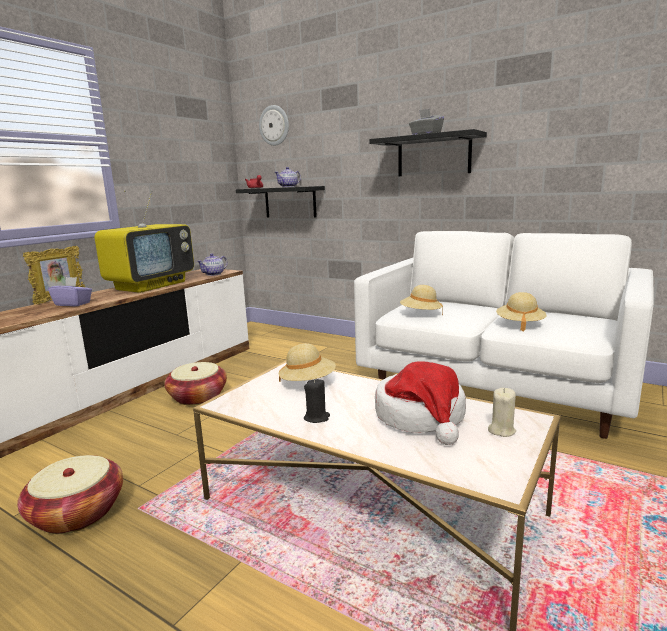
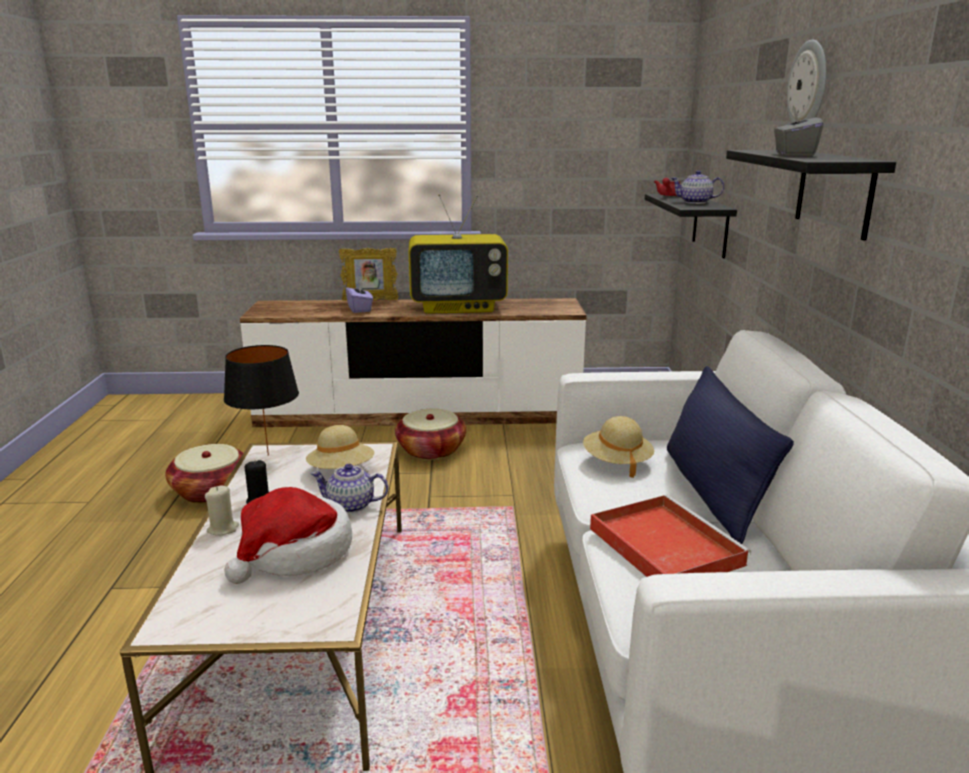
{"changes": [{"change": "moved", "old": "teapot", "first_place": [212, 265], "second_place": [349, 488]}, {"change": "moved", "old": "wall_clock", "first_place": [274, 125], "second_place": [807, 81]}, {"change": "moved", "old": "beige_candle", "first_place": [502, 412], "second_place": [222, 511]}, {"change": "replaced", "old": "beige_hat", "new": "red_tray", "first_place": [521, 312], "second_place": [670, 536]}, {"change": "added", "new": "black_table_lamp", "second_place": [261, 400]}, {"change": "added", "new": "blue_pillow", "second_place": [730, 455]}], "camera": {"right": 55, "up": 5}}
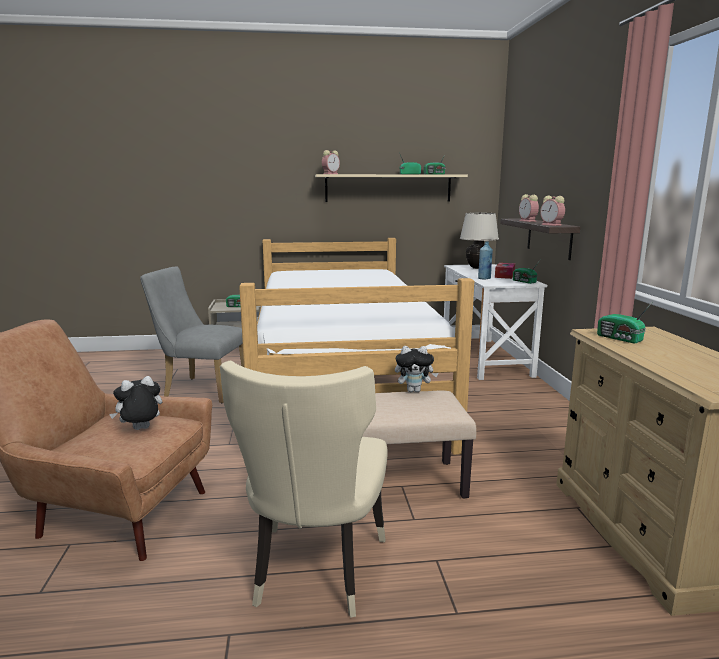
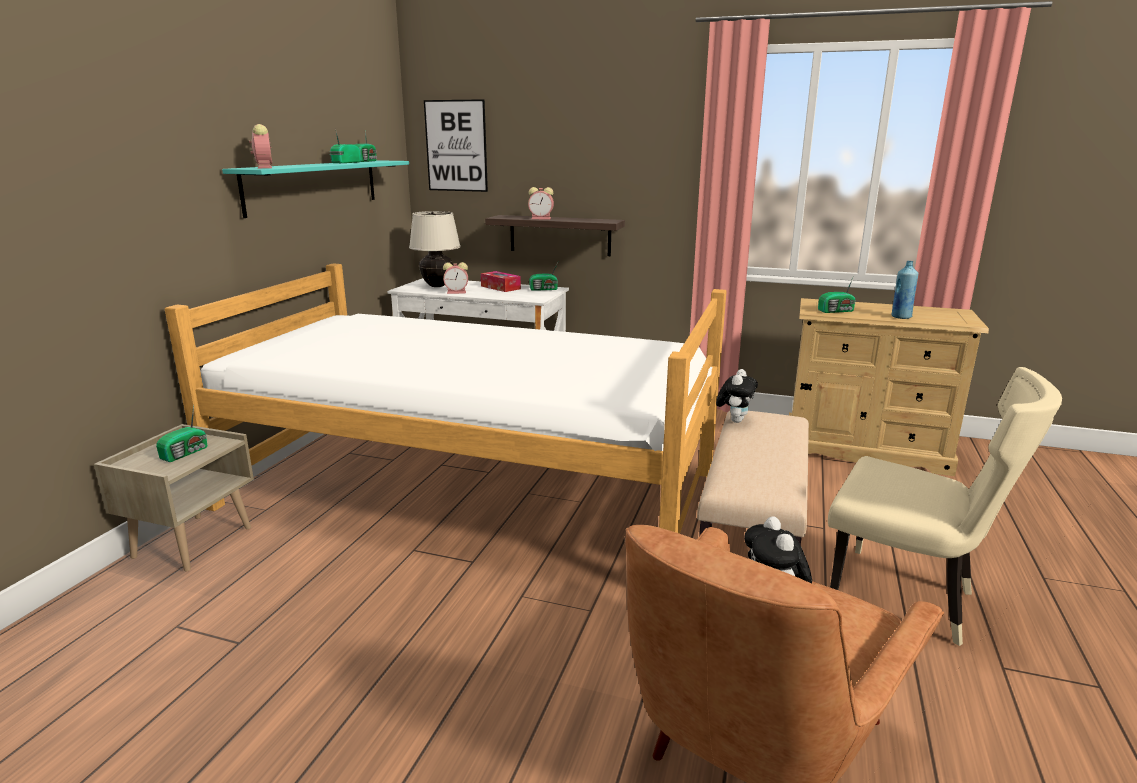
{"changes": [{"change": "removed", "old": "grey_chair", "first_place": [192, 334]}, {"change": "recoloured", "old": "beige_shelf", "new": "turquoise_shelf", "first_place": [391, 188], "second_place": [315, 189]}, {"change": "moved", "old": "blue_bottle", "first_place": [485, 260], "second_place": [905, 290]}, {"change": "moved", "old": "alarm_clock", "first_place": [552, 210], "second_place": [455, 278]}, {"change": "added", "new": "picture", "second_place": [456, 145]}], "camera": {"right": -65, "up": 5}}
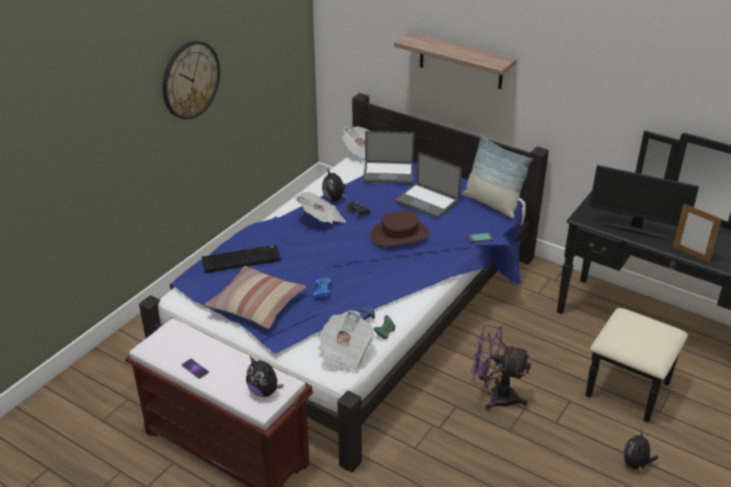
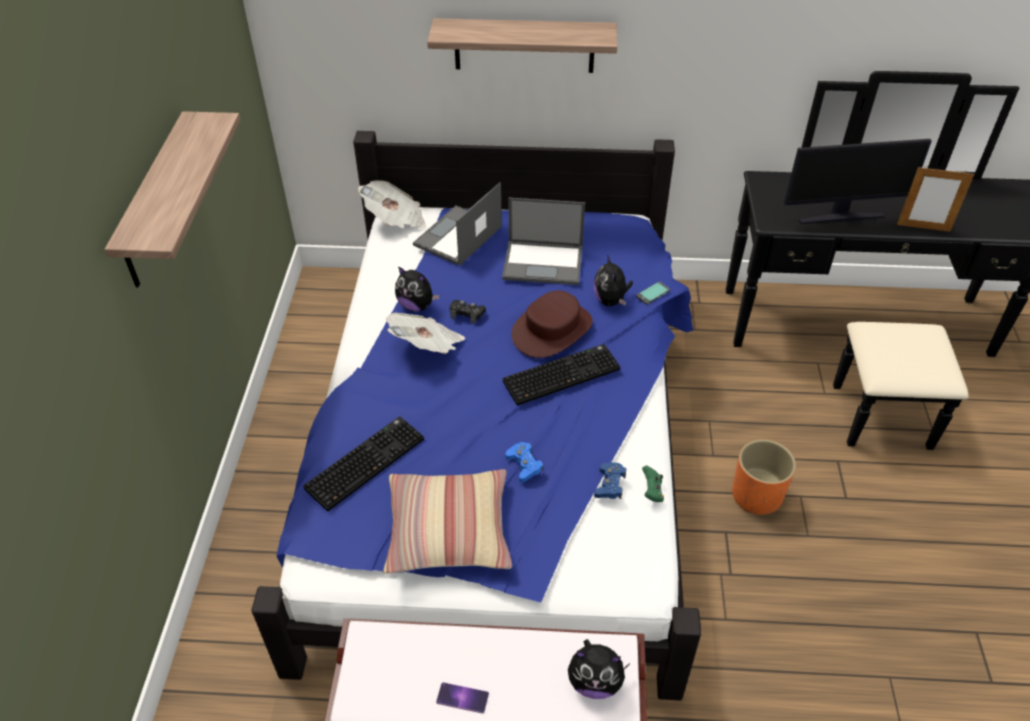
{"changes": [{"change": "replaced", "old": "wall_clock", "new": "shelf", "first_place": [191, 80], "second_place": [172, 199]}, {"change": "removed", "old": "newspaper", "first_place": [346, 341]}, {"change": "turned", "old": "laptop", "first_place": [389, 157], "second_place": [457, 224], "degrees": 150}, {"change": "removed", "old": "pillow", "first_place": [497, 177]}, {"change": "replaced", "old": "purple_fan", "new": "orange_planter", "first_place": [501, 368], "second_place": [764, 477]}, {"change": "moved", "old": "plush_toy", "first_place": [640, 451], "second_place": [613, 280]}, {"change": "added", "new": "keyboard", "second_place": [561, 375]}], "camera": {"right": -30, "up": 10}}
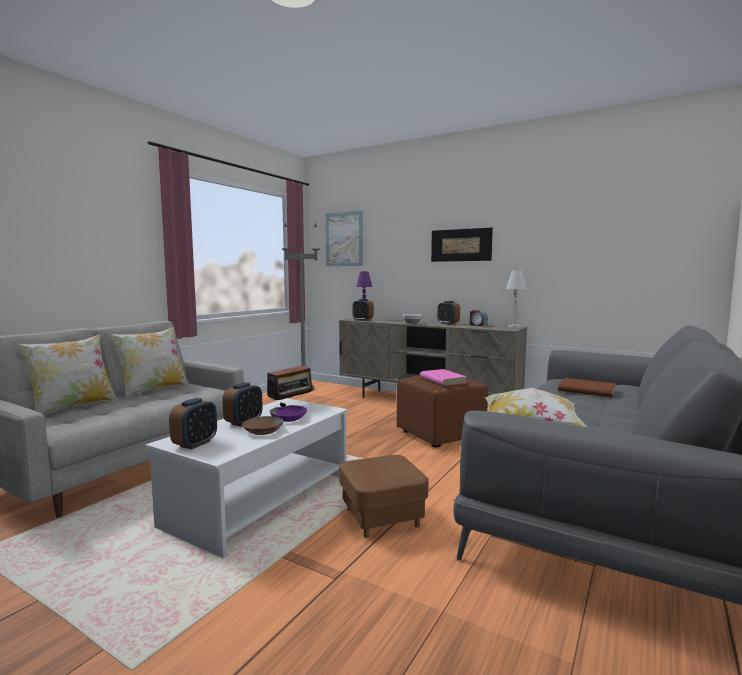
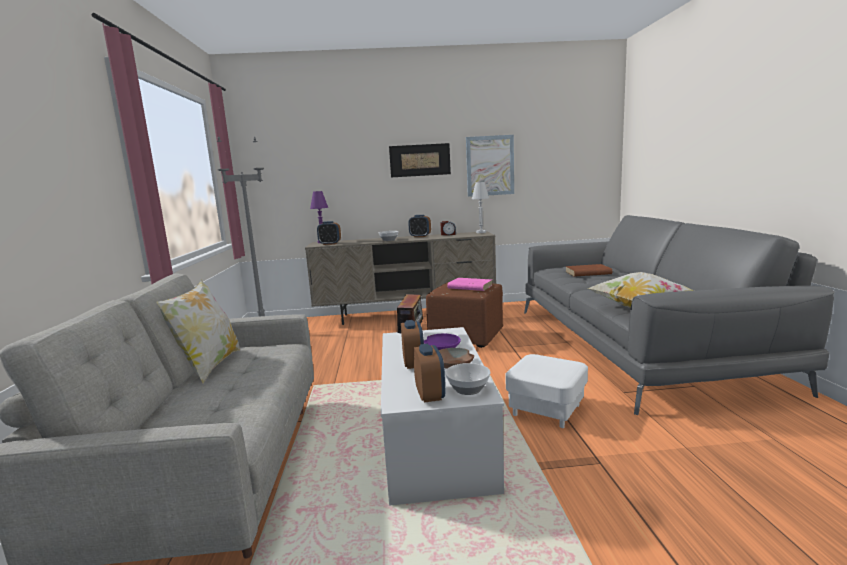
{"changes": [{"change": "removed", "old": "pillow", "first_place": [67, 374]}, {"change": "moved", "old": "picture", "first_place": [344, 238], "second_place": [490, 166]}, {"change": "recoloured", "old": "brown_ottoman", "new": "white_ottoman", "first_place": [384, 496], "second_place": [546, 391]}, {"change": "added", "new": "bowl", "second_place": [468, 379]}], "camera": {"right": -35, "up": 5}}
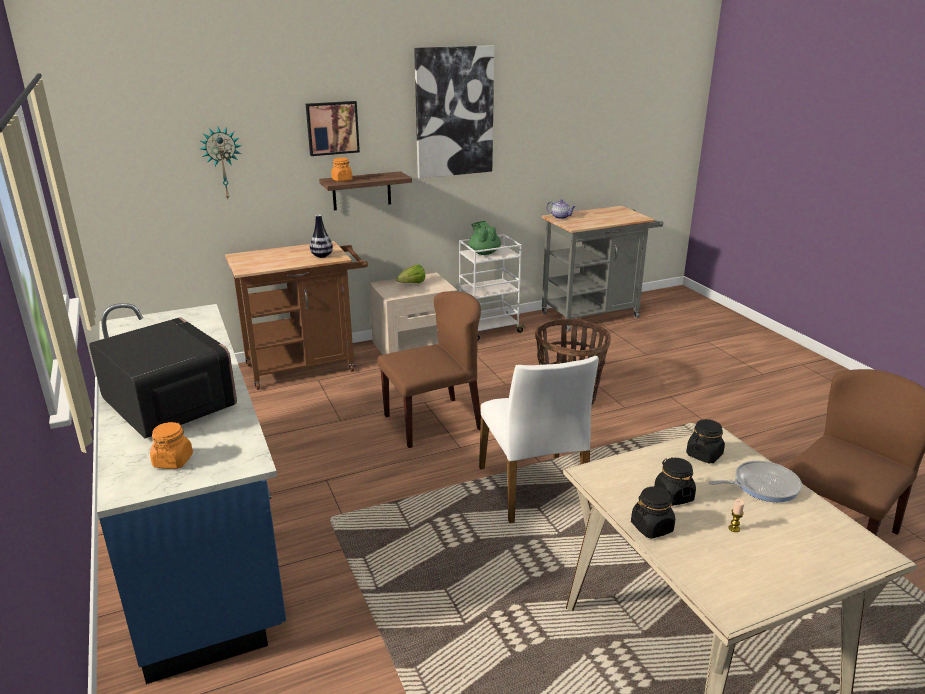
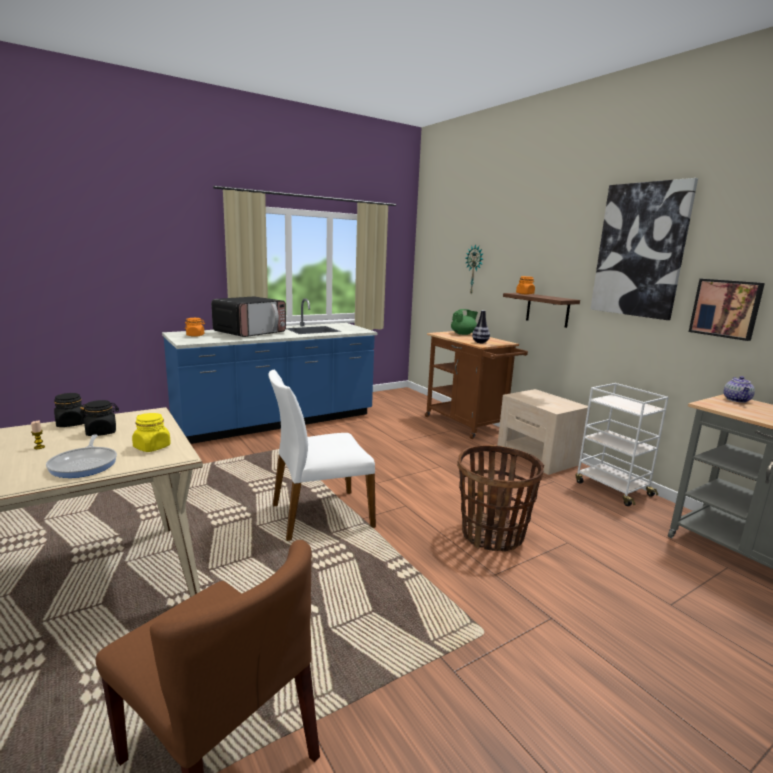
{"changes": [{"change": "moved", "old": "picture", "first_place": [333, 128], "second_place": [727, 310]}, {"change": "removed", "old": "brown_chair", "first_place": [429, 369]}, {"change": "removed", "old": "lettuce", "first_place": [411, 273]}, {"change": "moved", "old": "green_teapot", "first_place": [484, 238], "second_place": [464, 322]}, {"change": "recoloured", "old": "black_jar", "new": "yellow_jar", "first_place": [705, 441], "second_place": [151, 432]}], "camera": {"right": 80, "up": -10}}
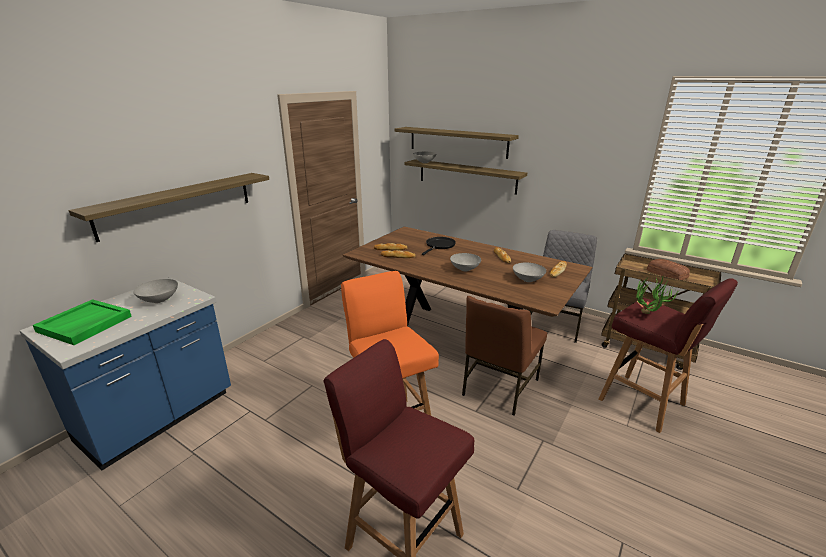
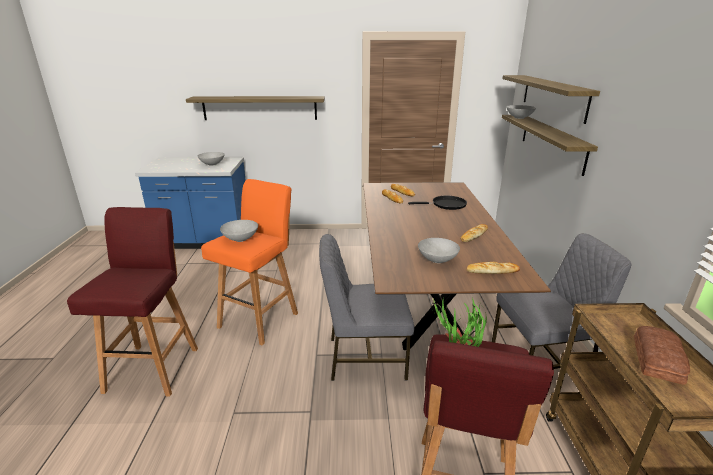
{"changes": [{"change": "removed", "old": "green_tray", "first_place": [82, 322]}, {"change": "moved", "old": "grey_bowl", "first_place": [465, 262], "second_place": [239, 231]}, {"change": "recoloured", "old": "brown_chair", "new": "grey_chair", "first_place": [504, 356], "second_place": [366, 307]}], "camera": {"right": 55, "up": 0}}
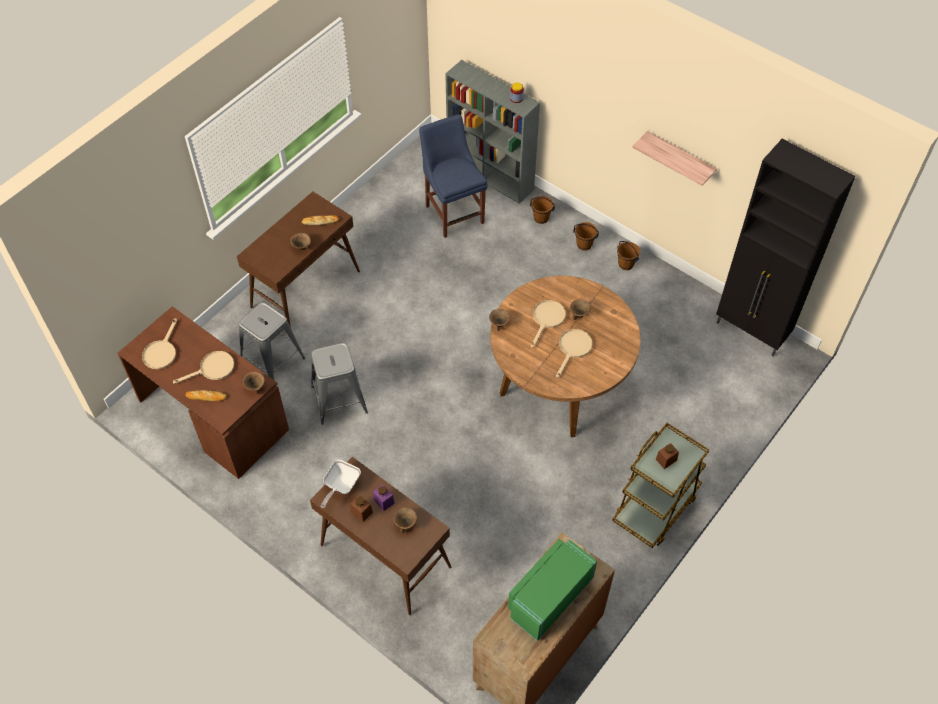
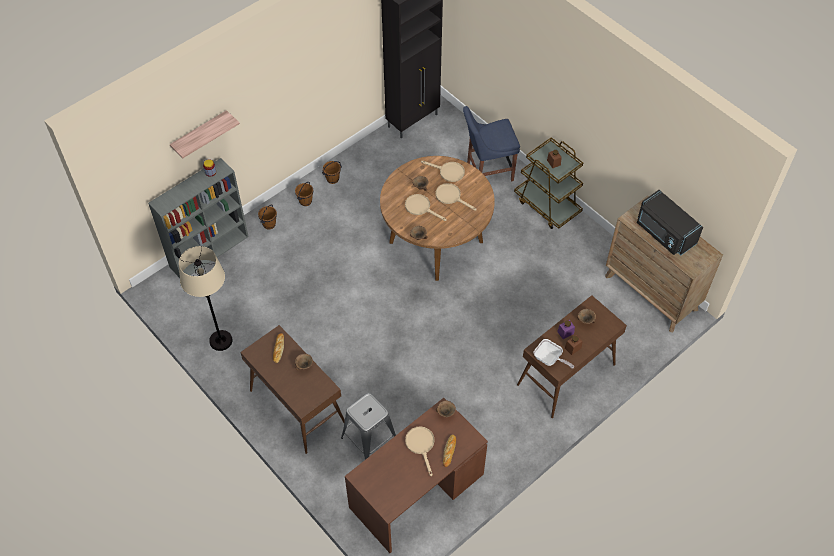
{"changes": [{"change": "moved", "old": "beige_frying_pan", "first_place": [159, 343], "second_place": [443, 171]}, {"change": "removed", "old": "grey_stool", "first_place": [339, 384]}, {"change": "moved", "old": "blue_chair", "first_place": [453, 176], "second_place": [491, 143]}, {"change": "recoloured", "old": "green_microwave", "new": "black_microwave", "first_place": [552, 590], "second_place": [670, 222]}, {"change": "moved", "old": "shelf", "first_place": [674, 158], "second_place": [205, 134]}, {"change": "added", "new": "beige_floor_lamp", "second_place": [206, 298]}], "camera": {"right": -80, "up": 0}}
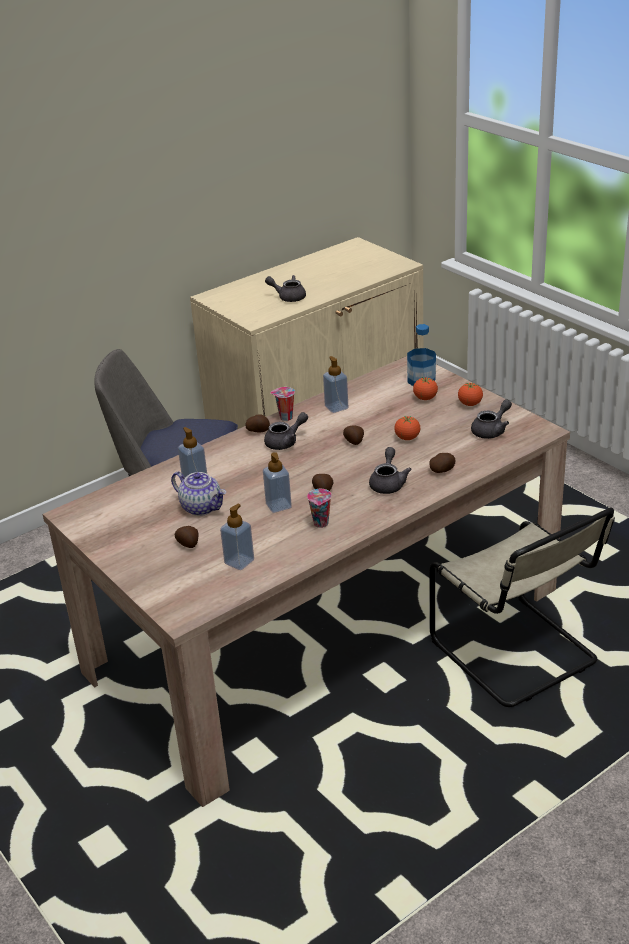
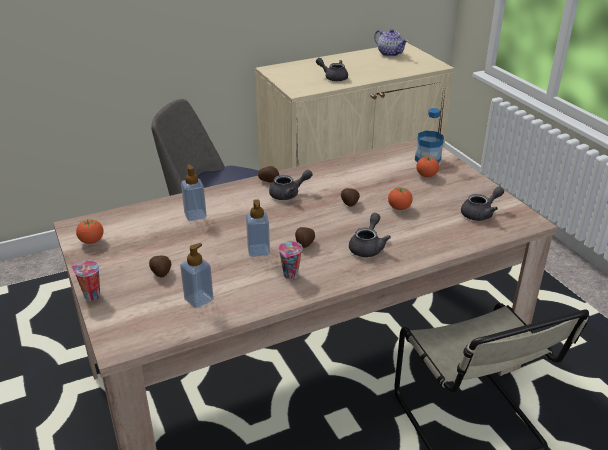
{"changes": [{"change": "moved", "old": "teapot", "first_place": [198, 494], "second_place": [391, 43]}, {"change": "moved", "old": "cup", "first_place": [282, 404], "second_place": [85, 281]}, {"change": "removed", "old": "soap_dispenser", "first_place": [335, 384]}, {"change": "removed", "old": "potato", "first_place": [442, 463]}, {"change": "moved", "old": "tomato", "first_place": [470, 394], "second_place": [90, 231]}], "camera": {"right": 10, "up": 0}}
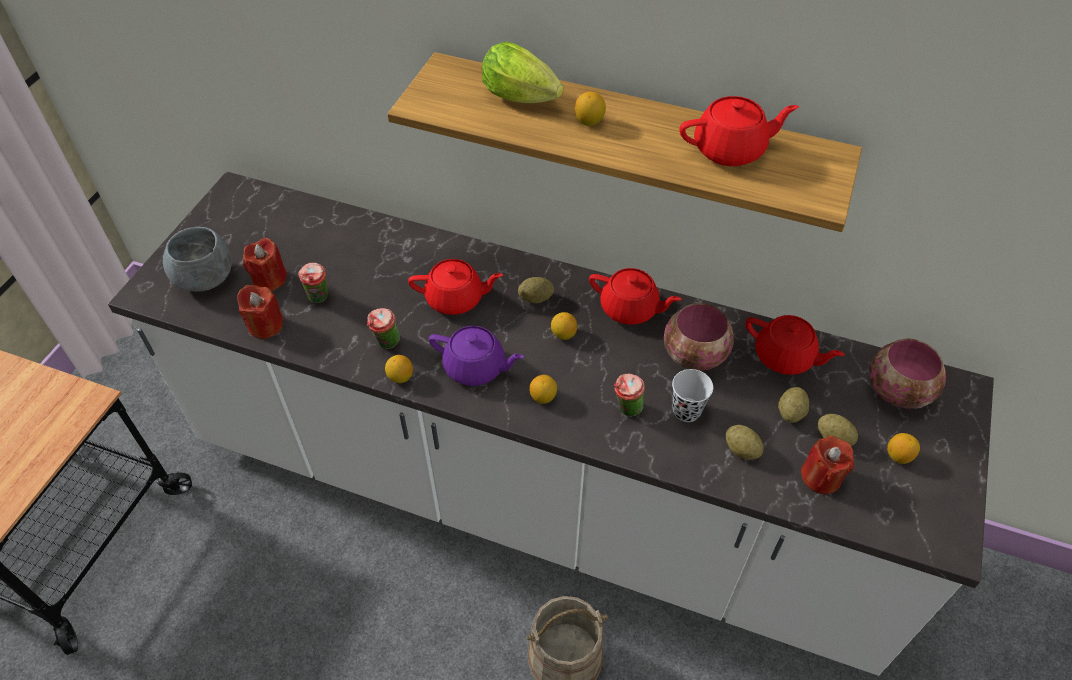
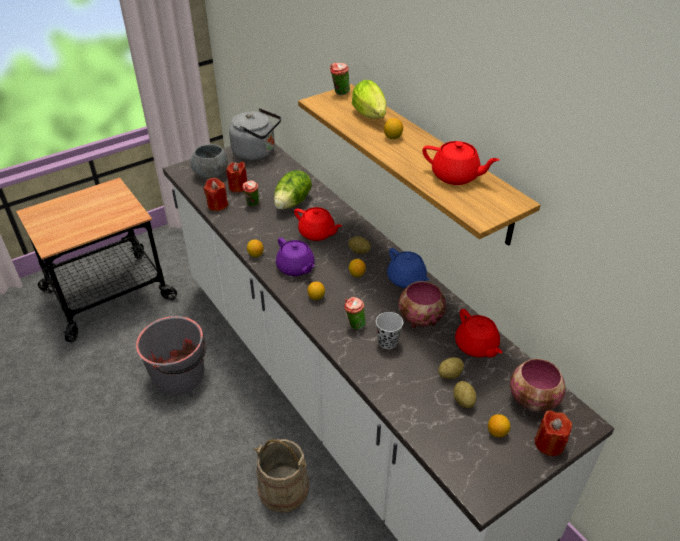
{"changes": [{"change": "moved", "old": "cup", "first_place": [383, 328], "second_place": [340, 79]}, {"change": "recoloured", "old": "red_teapot", "new": "blue_teapot", "first_place": [635, 296], "second_place": [408, 268]}, {"change": "removed", "old": "potato", "first_place": [745, 442]}, {"change": "moved", "old": "red_candle", "first_place": [827, 465], "second_place": [553, 433]}, {"change": "added", "new": "grey_bucket", "second_place": [171, 355]}, {"change": "added", "new": "grey_kettle", "second_place": [255, 134]}, {"change": "added", "new": "lettuce", "second_place": [293, 189]}], "camera": {"right": 35, "up": -10}}
